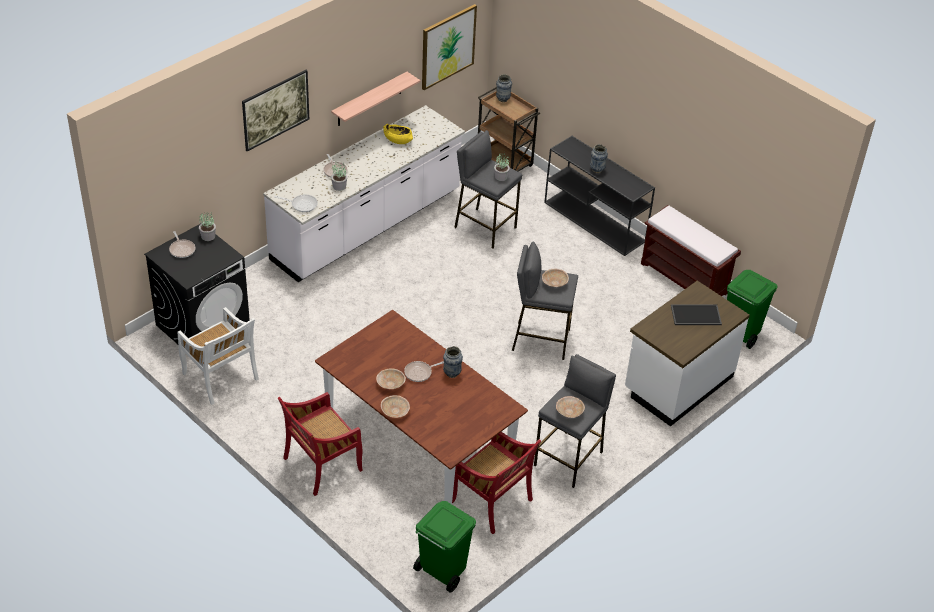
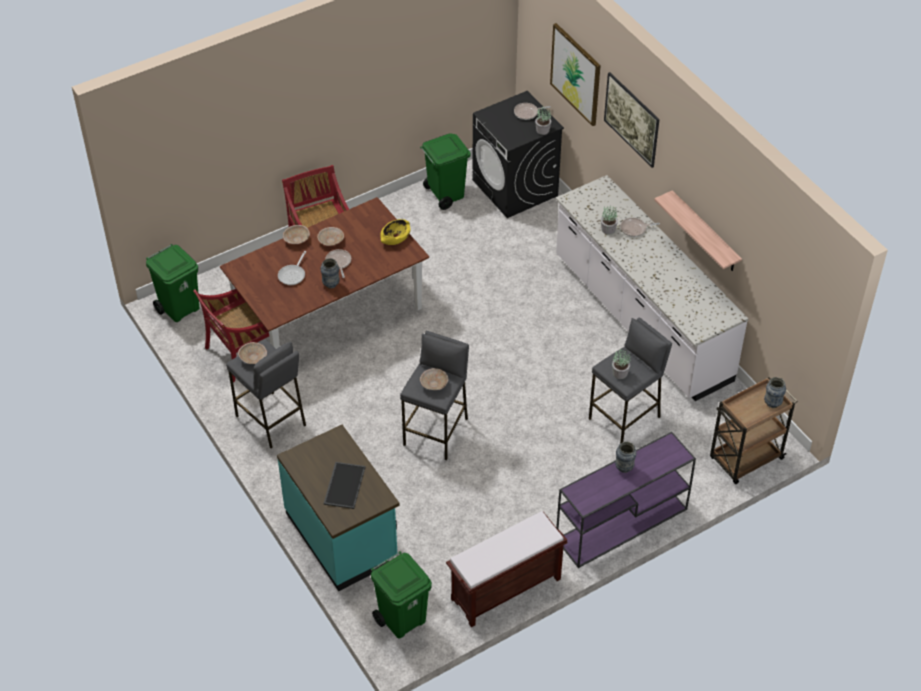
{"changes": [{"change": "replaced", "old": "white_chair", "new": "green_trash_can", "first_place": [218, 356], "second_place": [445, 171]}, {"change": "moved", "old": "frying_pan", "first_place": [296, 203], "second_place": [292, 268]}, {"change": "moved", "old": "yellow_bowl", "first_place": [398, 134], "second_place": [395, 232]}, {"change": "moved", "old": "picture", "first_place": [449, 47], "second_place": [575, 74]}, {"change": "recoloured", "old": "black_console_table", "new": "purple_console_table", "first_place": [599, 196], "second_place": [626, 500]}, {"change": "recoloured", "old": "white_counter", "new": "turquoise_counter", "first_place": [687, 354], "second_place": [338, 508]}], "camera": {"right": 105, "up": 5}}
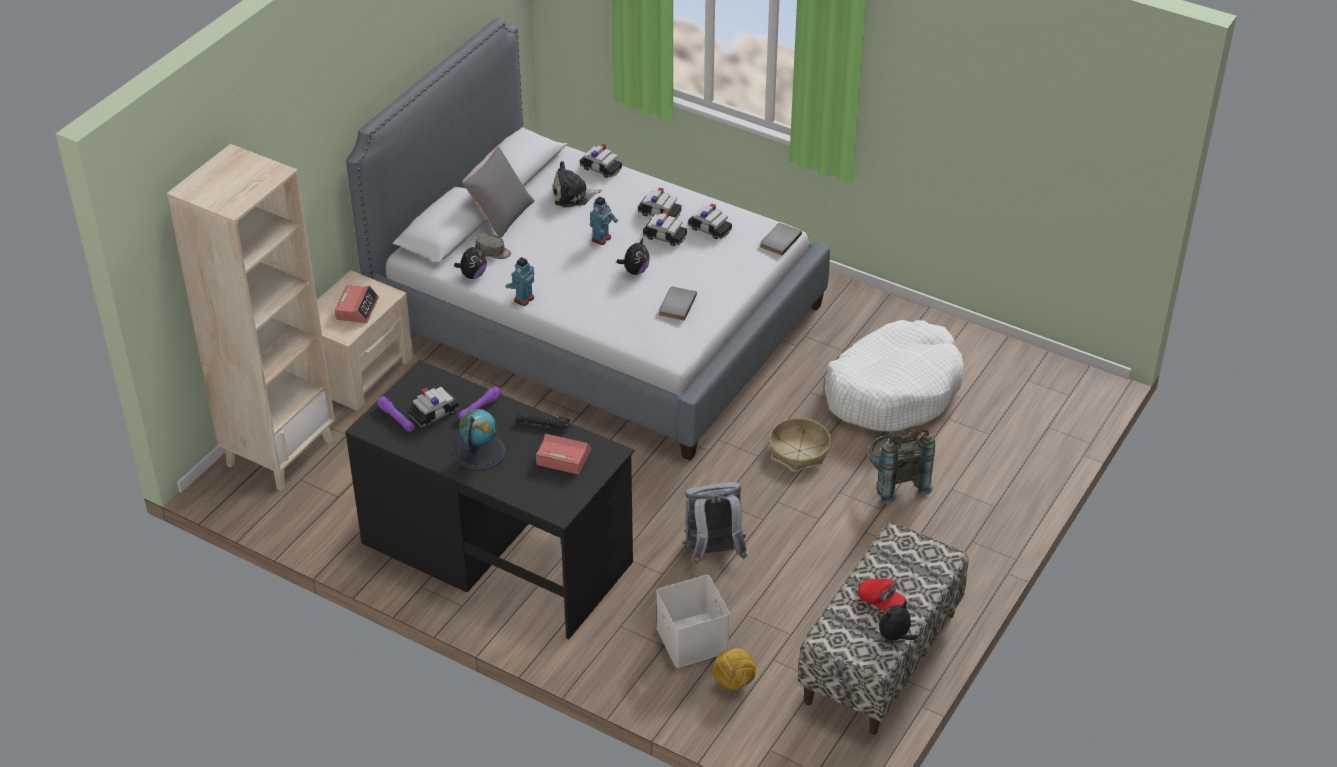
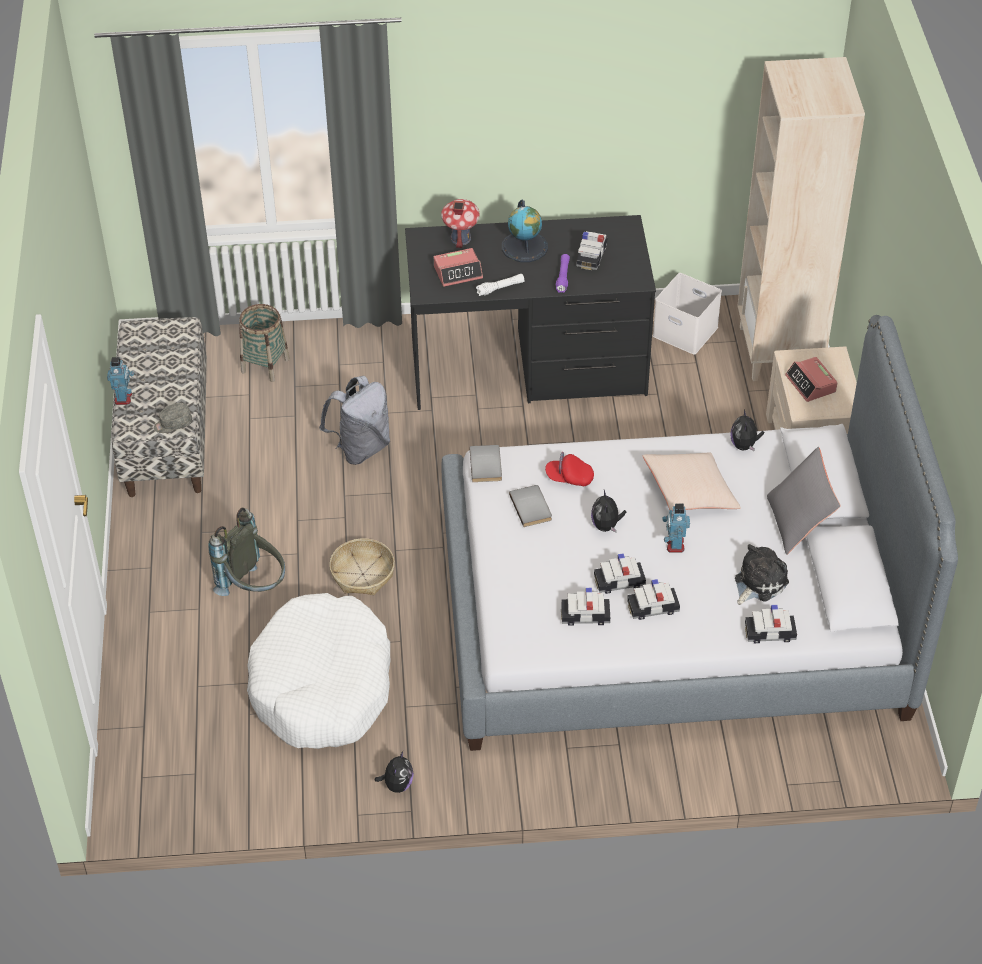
{"changes": [{"change": "removed", "old": "purple_flashlight", "first_place": [396, 414]}, {"change": "moved", "old": "grey_cap", "first_place": [493, 246], "second_place": [173, 418]}, {"change": "moved", "old": "toy_robot", "first_place": [520, 281], "second_place": [120, 381]}, {"change": "recoloured", "old": "black_flashlight", "new": "white_flashlight", "first_place": [543, 421], "second_place": [500, 285]}, {"change": "moved", "old": "white_storage_box", "first_place": [693, 621], "second_place": [687, 314]}, {"change": "replaced", "old": "football", "new": "basket", "first_place": [734, 669], "second_place": [264, 343]}, {"change": "moved", "old": "grey_book", "first_place": [781, 239], "second_place": [486, 463]}, {"change": "moved", "old": "red_cap", "first_place": [881, 595], "second_place": [569, 469]}, {"change": "moved", "old": "plush_toy", "first_place": [898, 620], "second_place": [394, 772]}, {"change": "added", "new": "toy_house", "second_place": [460, 223]}, {"change": "added", "new": "beige_pillow", "second_place": [691, 481]}], "camera": {"right": 145, "up": 5}}
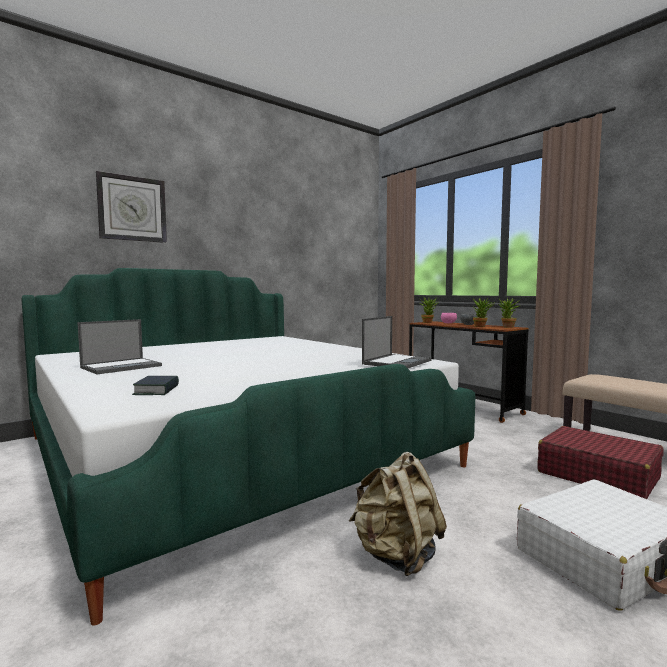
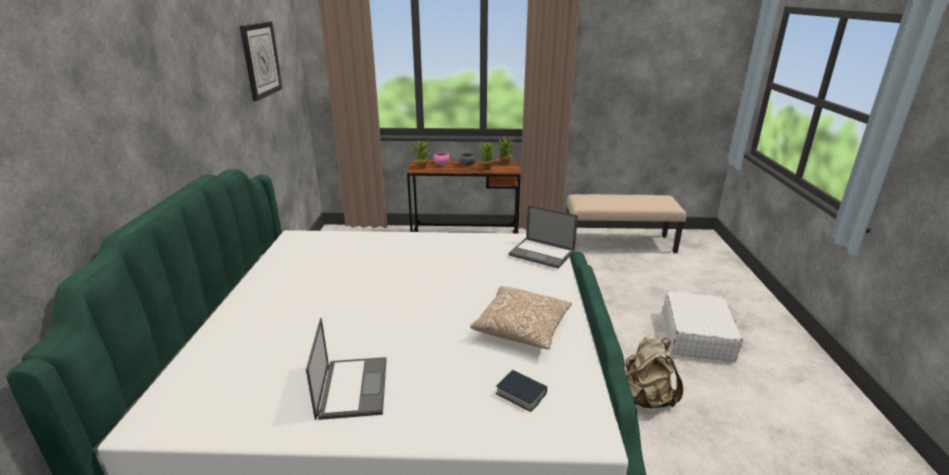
{"changes": [{"change": "moved", "old": "wall_clock", "first_place": [131, 207], "second_place": [261, 61]}, {"change": "turned", "old": "laptop", "first_place": [397, 342], "second_place": [543, 237], "degrees": 135}, {"change": "removed", "old": "red_suitcase", "first_place": [600, 462]}, {"change": "added", "new": "pillow", "second_place": [521, 317]}], "camera": {"right": -50, "up": 20}}
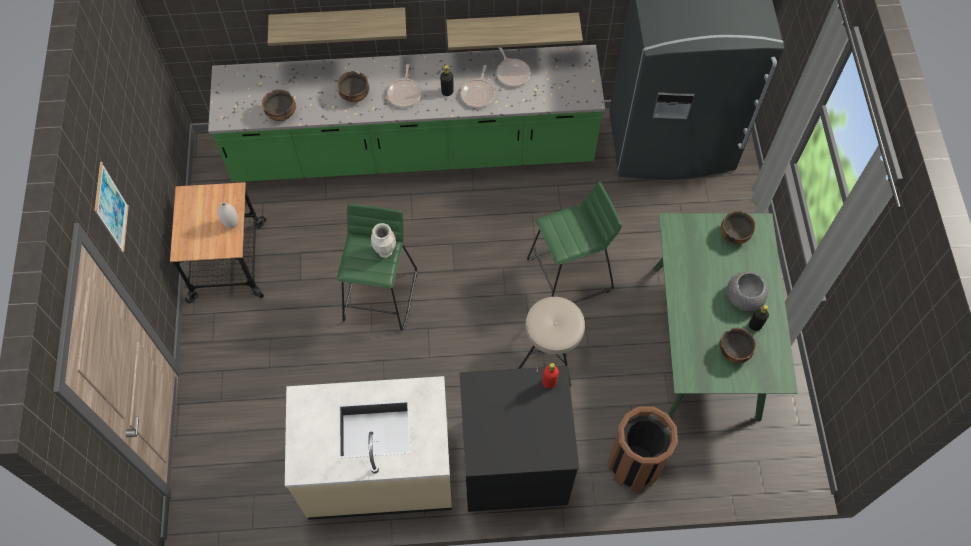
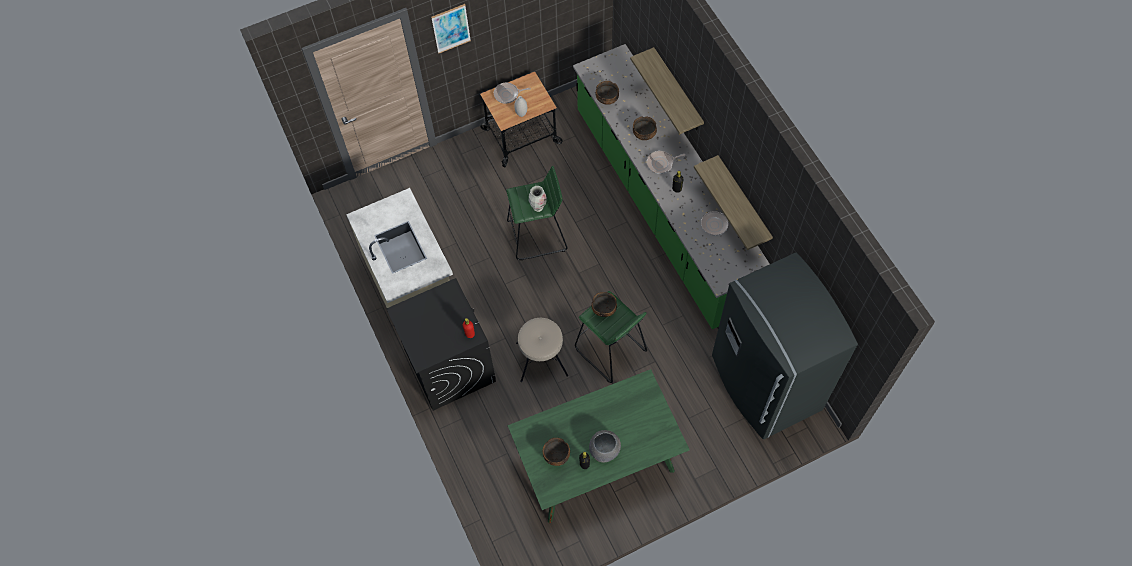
{"changes": [{"change": "moved", "old": "frying_pan", "first_place": [477, 86], "second_place": [512, 93]}, {"change": "removed", "old": "brown_trash_can", "first_place": [643, 449]}, {"change": "moved", "old": "bowl", "first_place": [738, 227], "second_place": [604, 304]}], "camera": {"right": 70, "up": 0}}
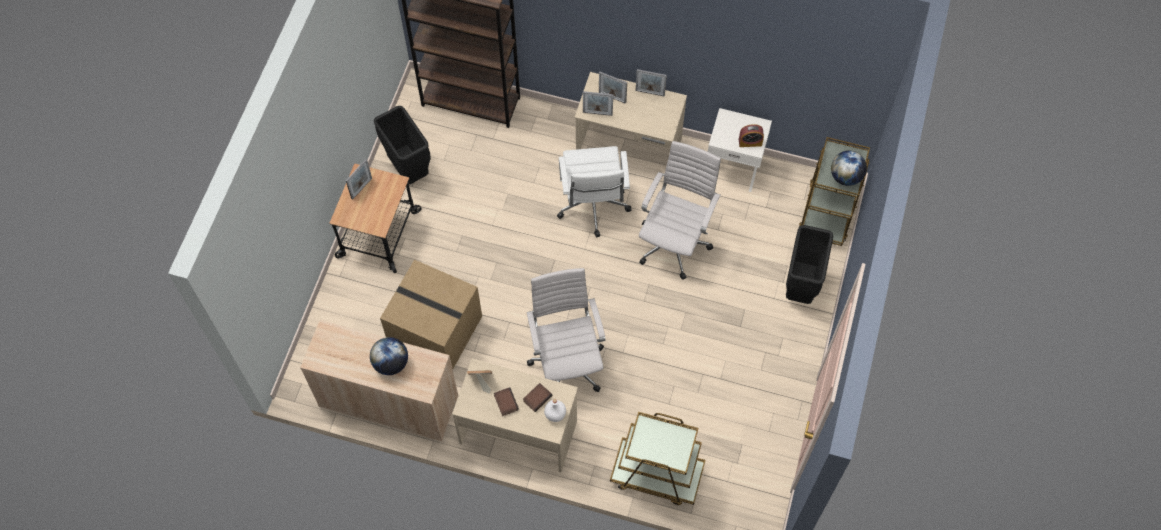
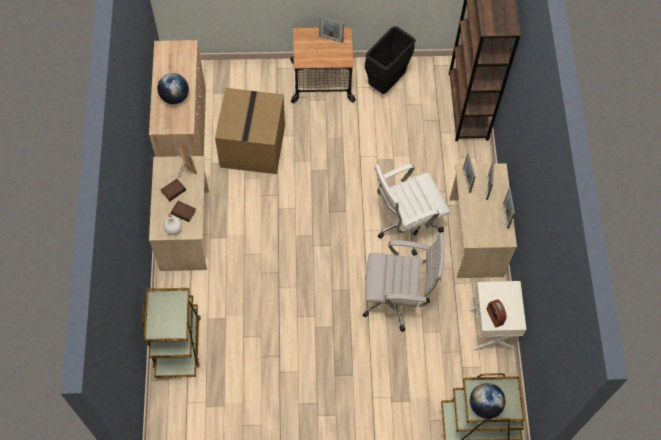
{"changes": [{"change": "removed", "old": "white_office_chair", "first_place": [566, 330]}, {"change": "removed", "old": "black_trash_can", "first_place": [809, 264]}], "camera": {"right": 70, "up": 0}}
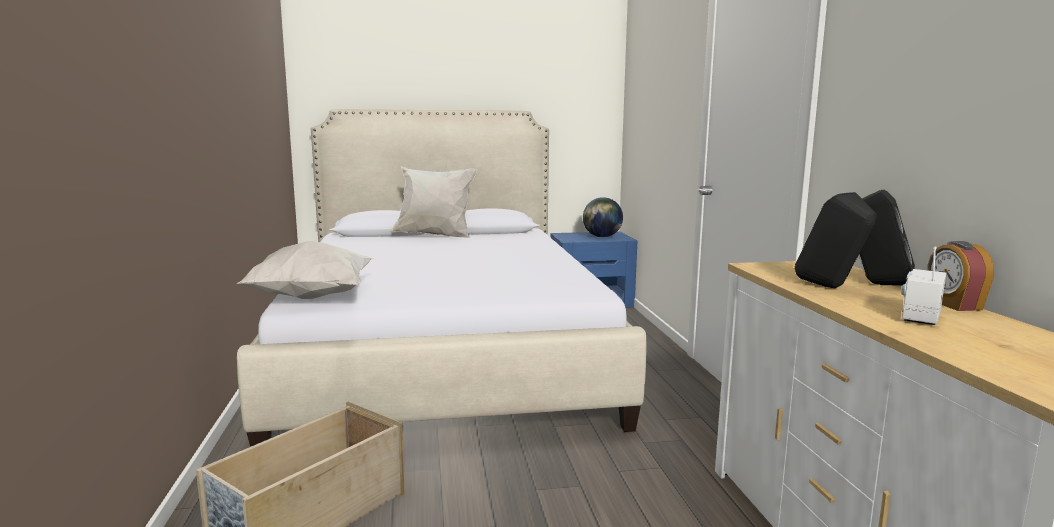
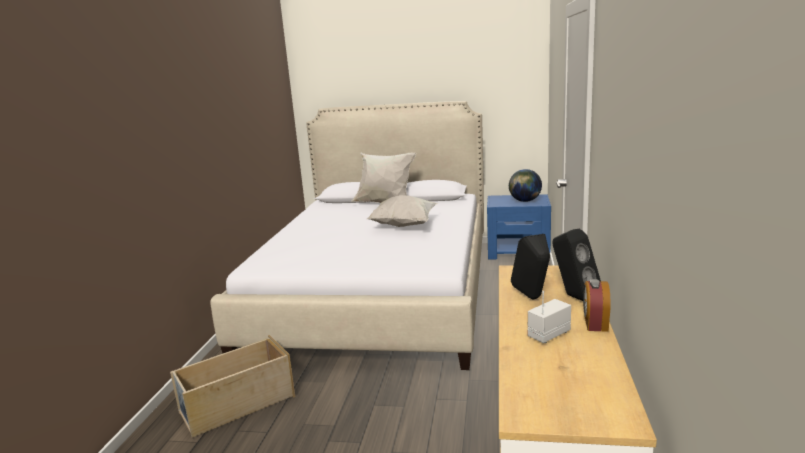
{"changes": [{"change": "moved", "old": "white_pillow", "first_place": [305, 270], "second_place": [402, 211]}], "camera": {"right": 20, "up": 5}}
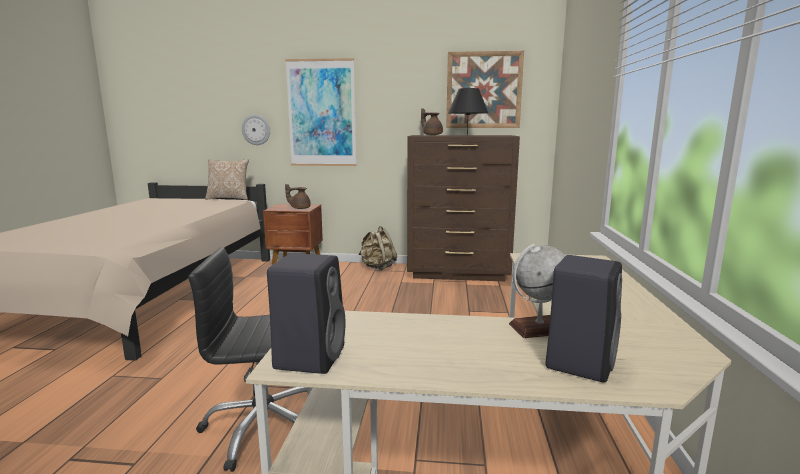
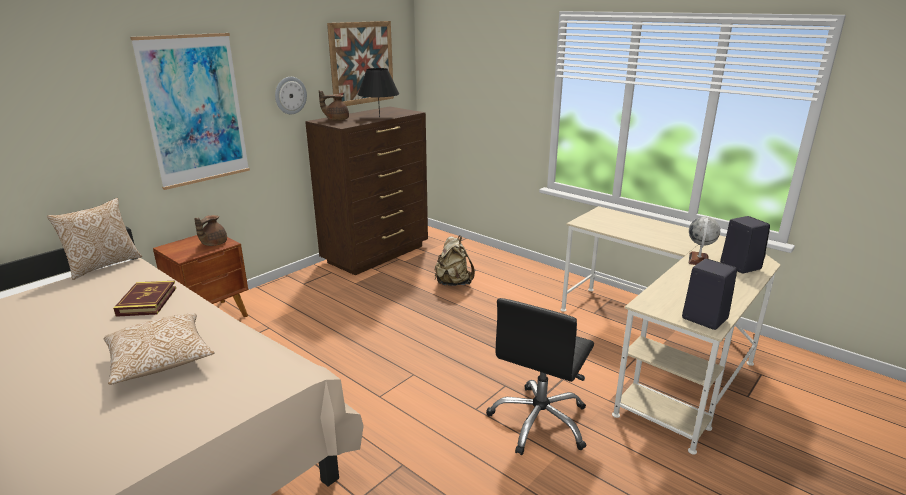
{"changes": [{"change": "moved", "old": "wall_clock", "first_place": [256, 130], "second_place": [291, 95]}, {"change": "moved", "old": "beige_backpack", "first_place": [377, 248], "second_place": [455, 260]}, {"change": "added", "new": "pillow", "second_place": [159, 349]}, {"change": "added", "new": "book", "second_place": [144, 299]}], "camera": {"right": -55, "up": 10}}
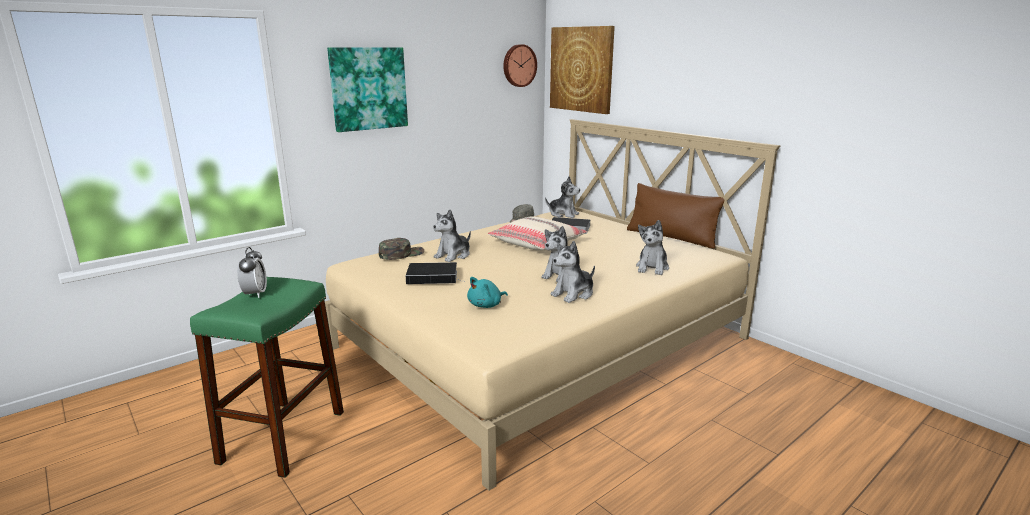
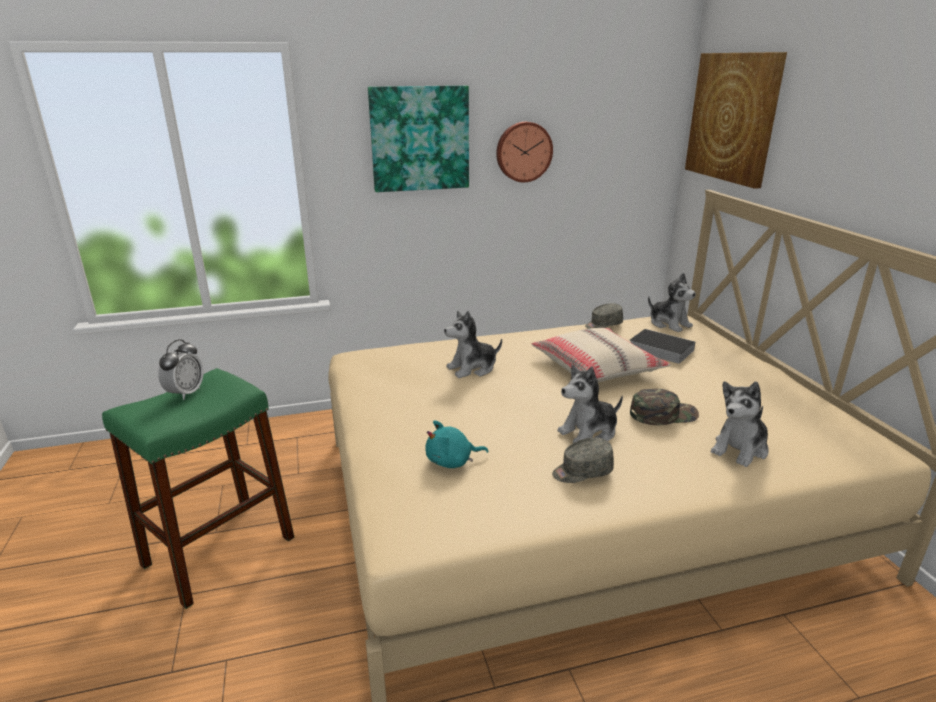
{"changes": [{"change": "moved", "old": "green_cap", "first_place": [401, 249], "second_place": [664, 406]}, {"change": "removed", "old": "book", "first_place": [436, 273]}, {"change": "moved", "old": "wall_clock", "first_place": [520, 65], "second_place": [524, 152]}, {"change": "replaced", "old": "plush_toy", "new": "grey_cap", "first_place": [573, 272], "second_place": [583, 460]}, {"change": "removed", "old": "brown_pillow", "first_place": [675, 216]}], "camera": {"right": 25, "up": 5}}
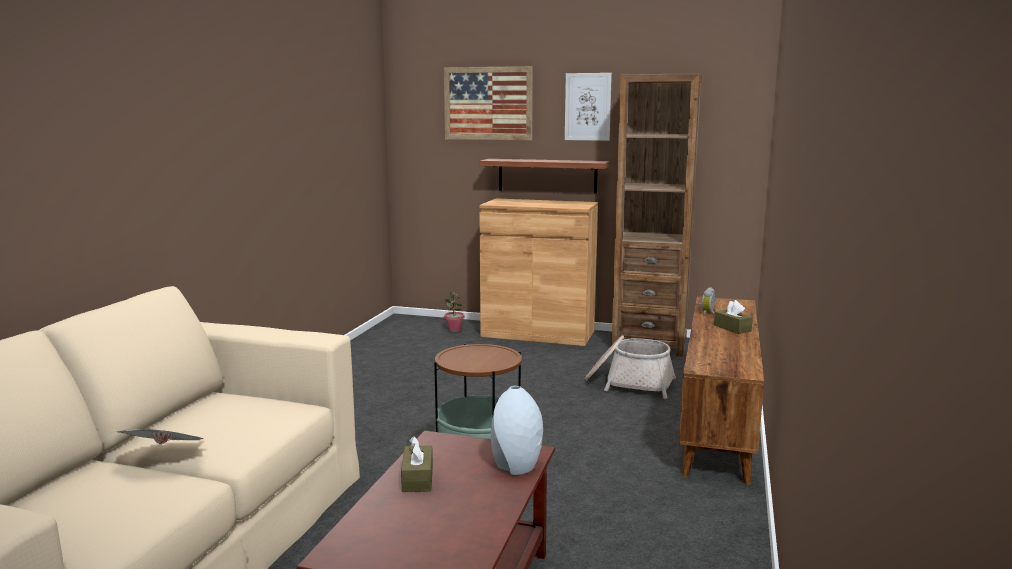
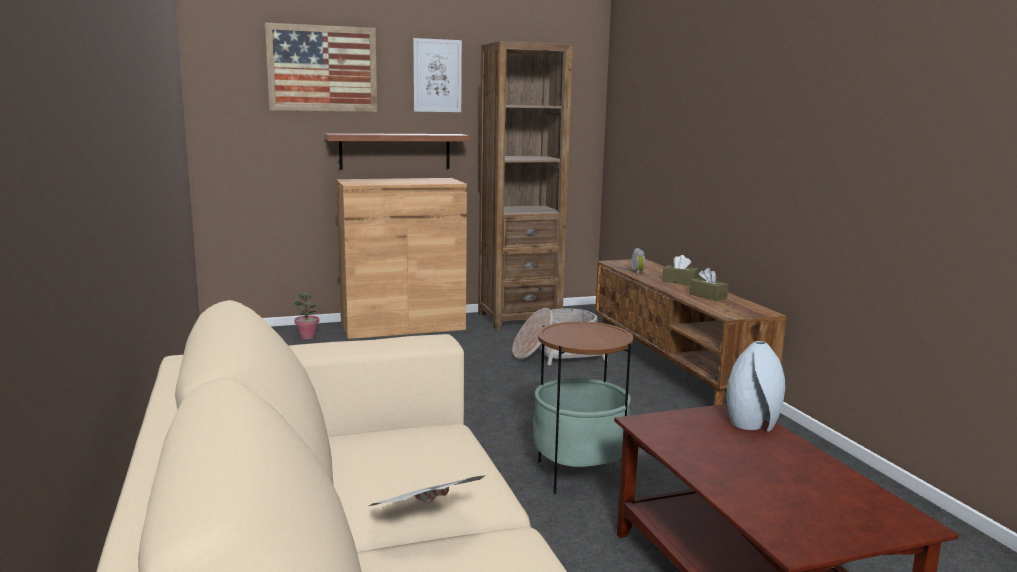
{"changes": [{"change": "moved", "old": "brown_tissue_box", "first_place": [417, 464], "second_place": [708, 284]}], "camera": {"right": -35, "up": 0}}
